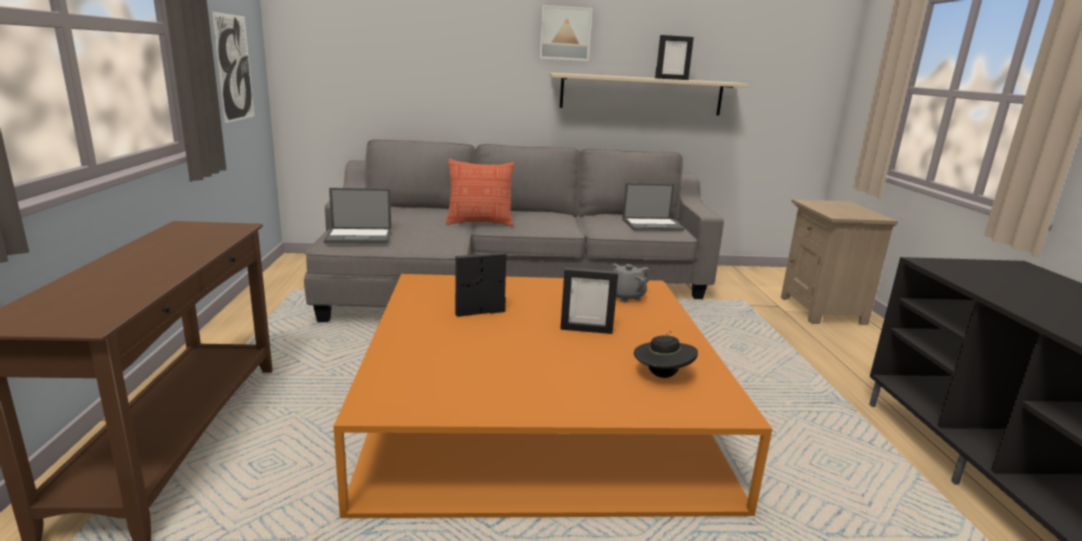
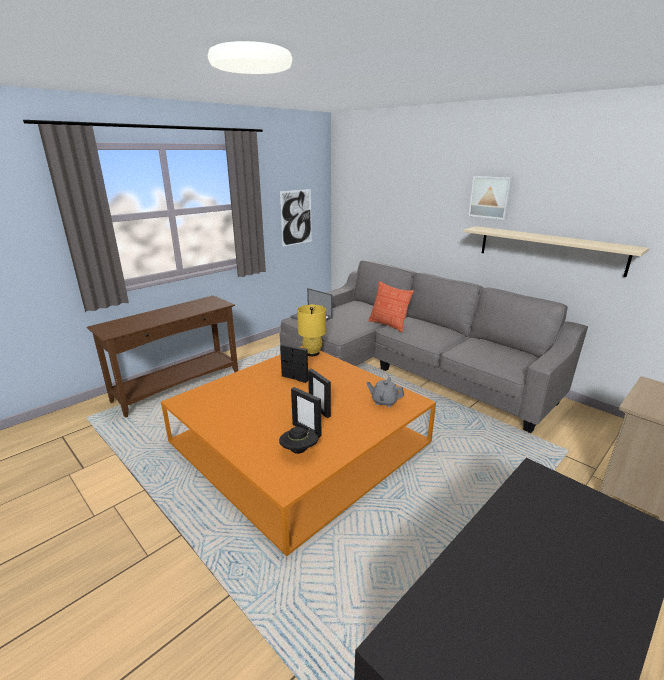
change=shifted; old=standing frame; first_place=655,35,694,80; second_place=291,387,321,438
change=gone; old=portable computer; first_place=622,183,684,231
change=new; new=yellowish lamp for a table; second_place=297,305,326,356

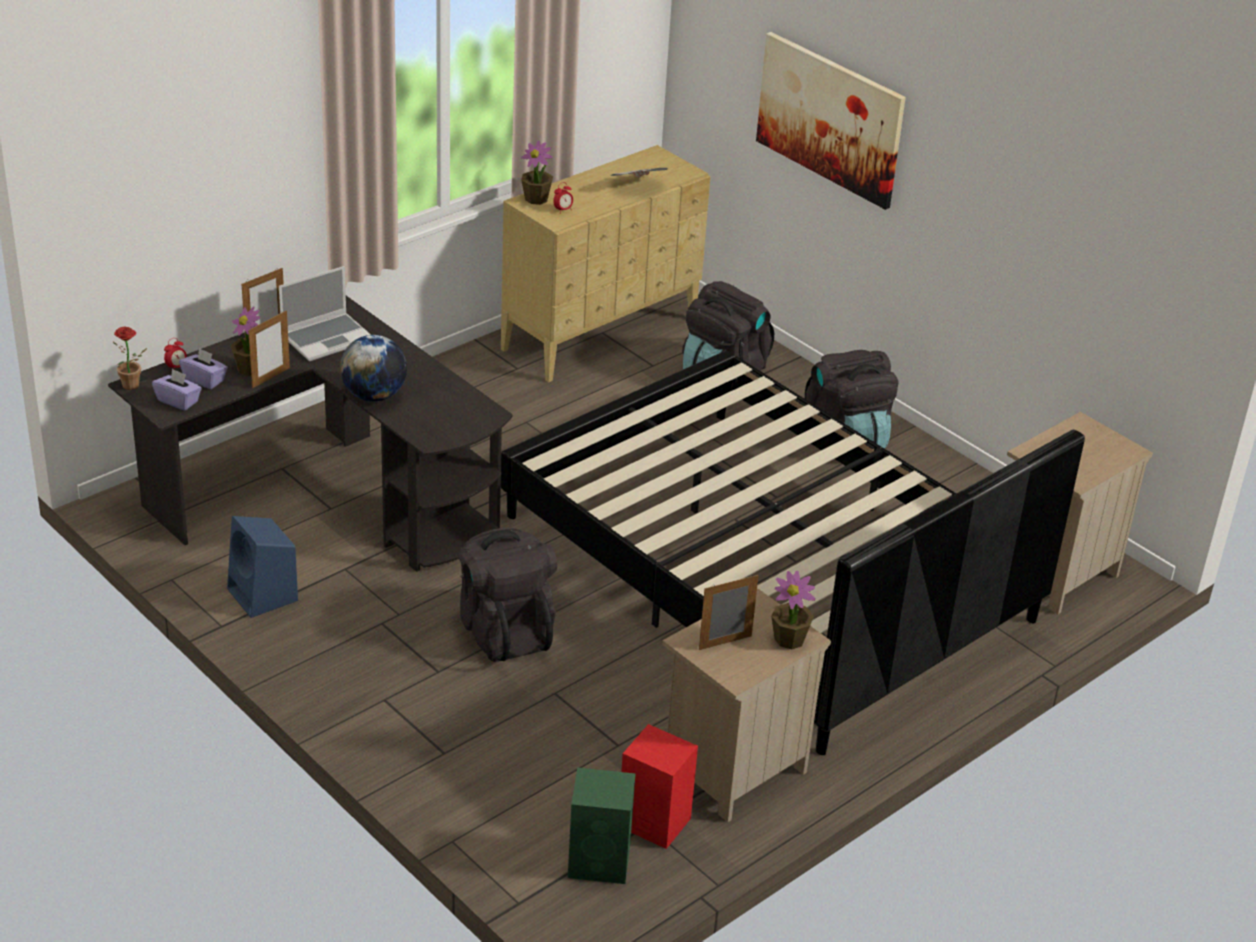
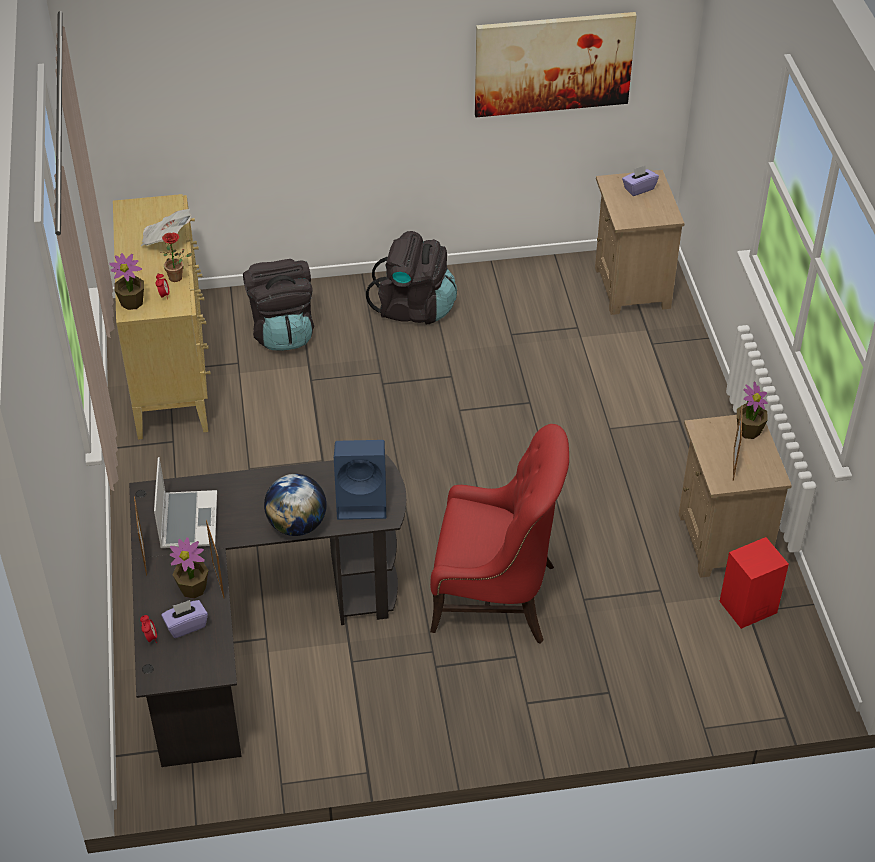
change=shifted; old=wall art; first_place=756,32,906,210; second_place=475,12,637,117
change=shifted; old=potted plant; first_place=113,327,147,390; second_place=162,233,192,282
change=gone; old=black bedroom bed; first_place=501,350,1085,755
change=shifted; old=purplish tissue holder; first_place=152,369,202,411; second_place=622,165,659,196
change=shifted; old=blue-coloured audio speaker; first_place=227,516,298,618; second_place=334,440,386,520
change=swapped; old=black rucksack; new=red-coloured upright chair; first_place=458,528,557,662; second_place=430,424,569,644
change=gone; old=green-coloured audio speaker; first_place=568,767,636,884

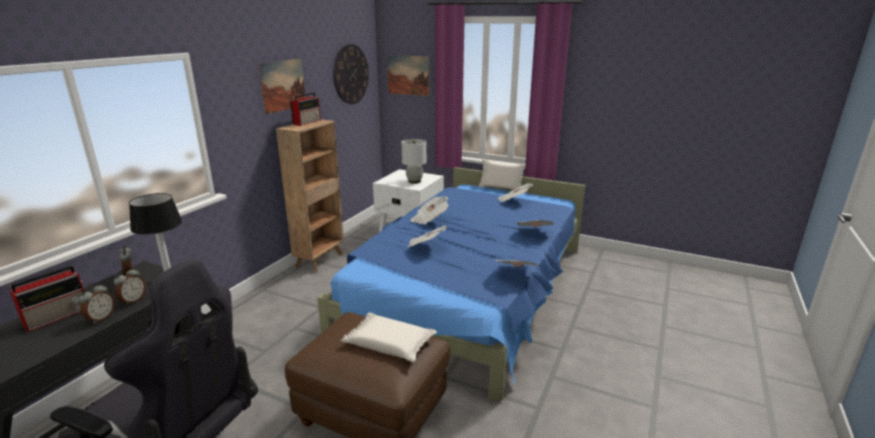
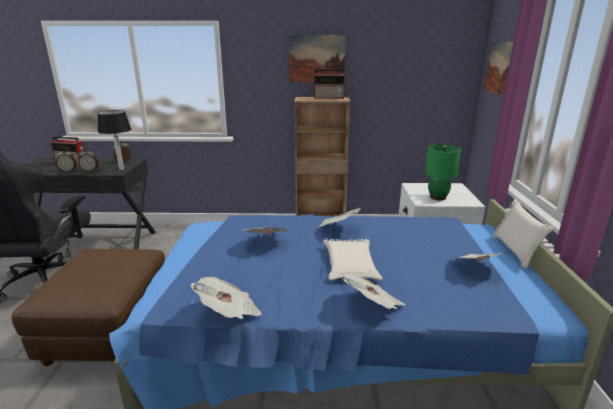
change=gone; old=wall clock; first_place=333,44,369,104
change=repainted; old=white-coloured lamp for a table; new=green-coloured lamp for a table; first_place=402,139,426,184; second_place=425,144,461,200
change=shifted; old=white-coloured throw pillow; first_place=341,312,437,362; second_place=323,238,382,280

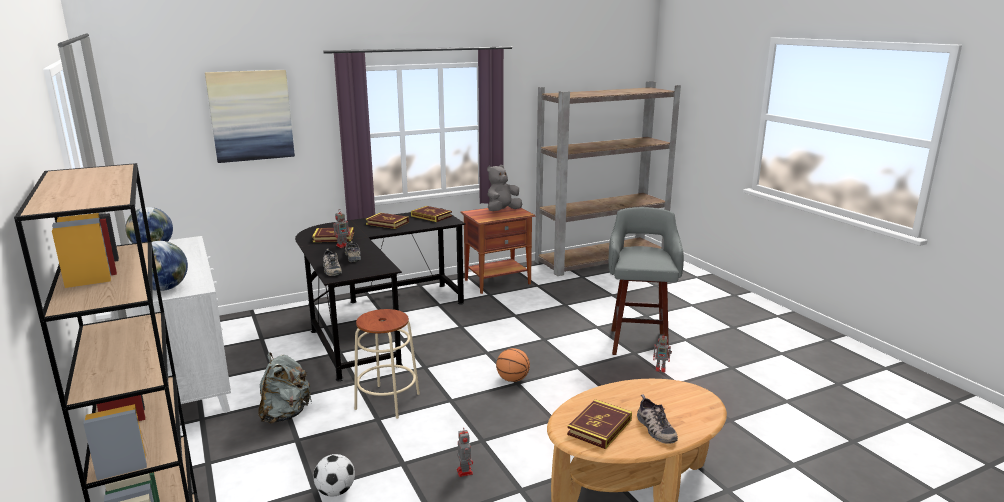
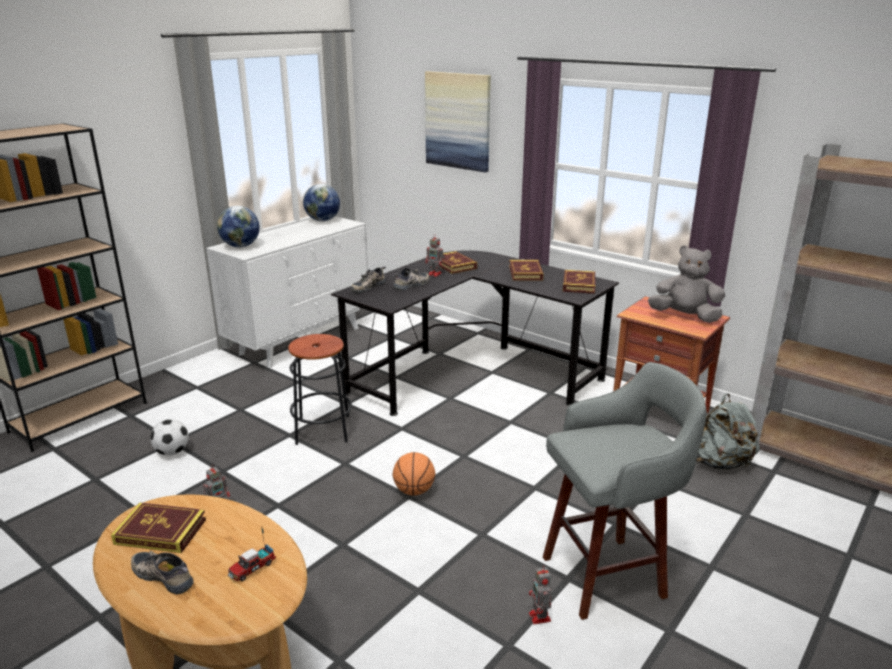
change=repainted; old=beige stool; new=black stool; first_place=354,309,420,419; second_place=288,334,352,445
change=shifted; old=greyish rucksack; first_place=259,352,312,424; second_place=696,393,760,470
change=rotated; old=shoe; first_place=637,394,678,444; second_place=131,551,194,594; degrees=75
change=new; new=toy truck; second_place=228,528,276,581

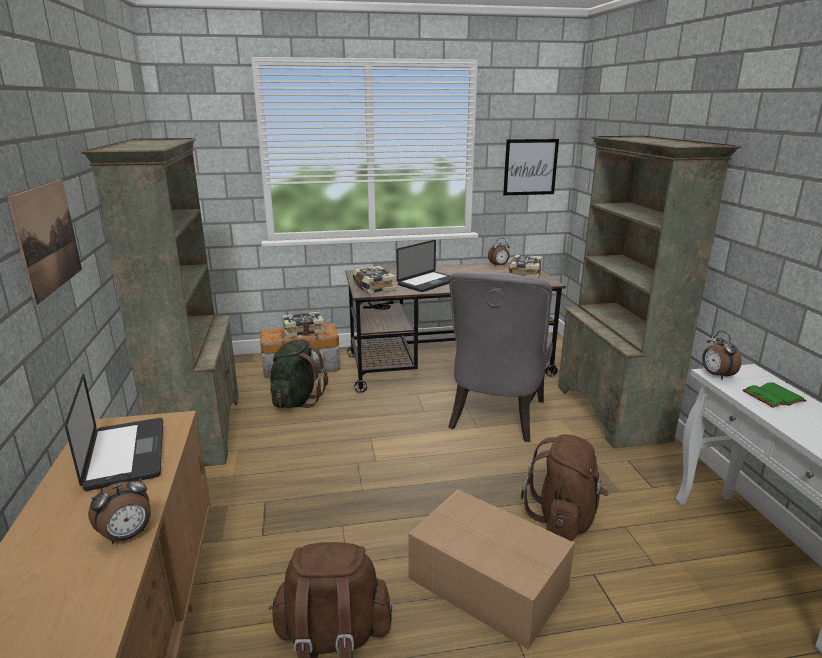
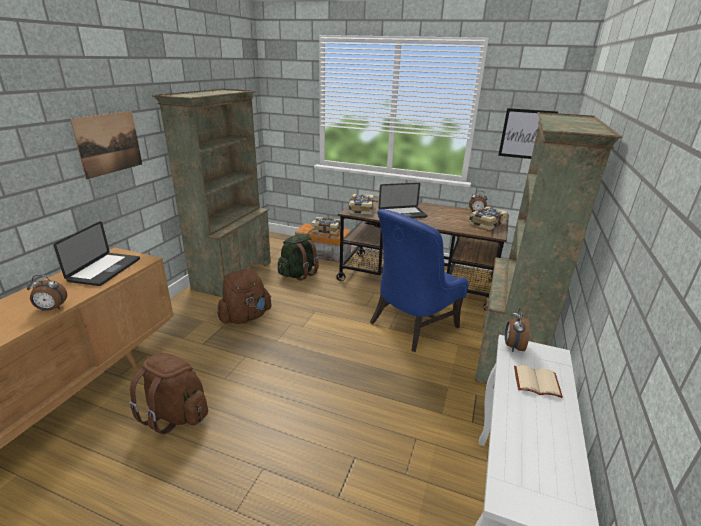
change=repainted; old=greyish upright chair; new=blue-coloured upright chair; first_place=448,271,553,442; second_place=370,209,468,352
change=repainted; old=green-coloured book; new=beige book; first_place=743,382,807,408; second_place=514,365,563,398
change=shifted; old=brown rucksack; first_place=521,434,609,541; second_place=218,269,271,324
change=gone; old=carton; first_place=408,489,575,649

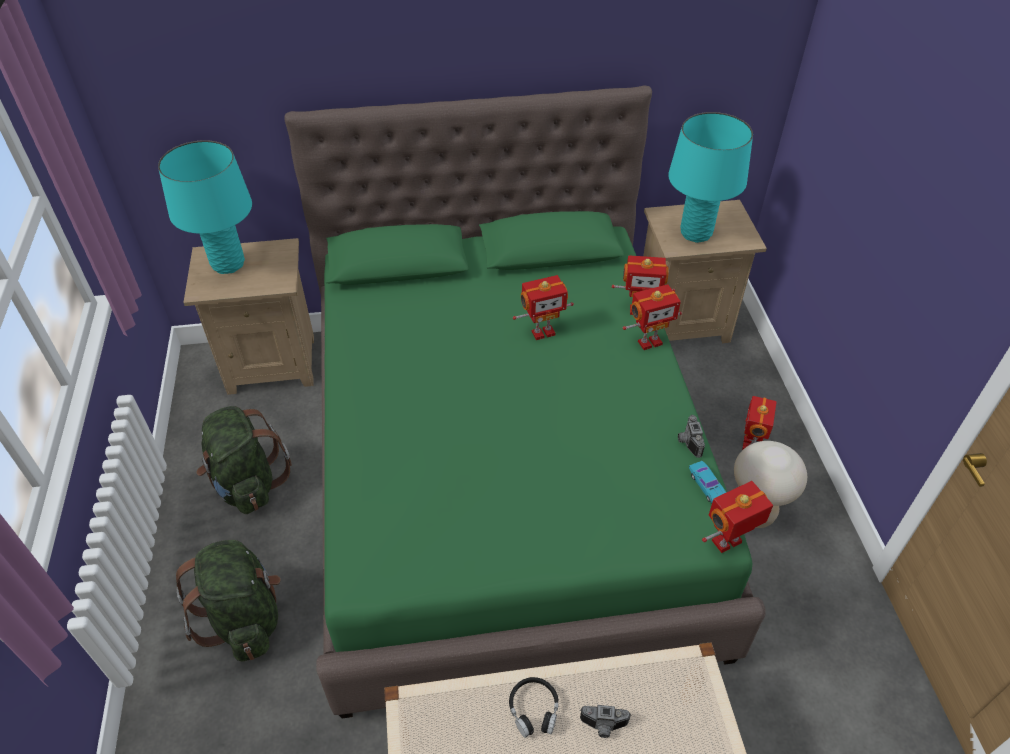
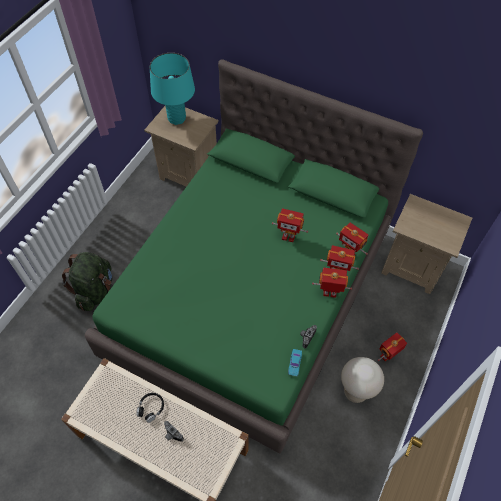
change=gone; old=turquoise lamp for a table; first_place=668,112,753,243
change=gone; old=green-coloured rucksack; first_place=197,406,292,514
change=shifted; old=robot figure; first_place=702,481,773,553; second_place=312,268,352,298

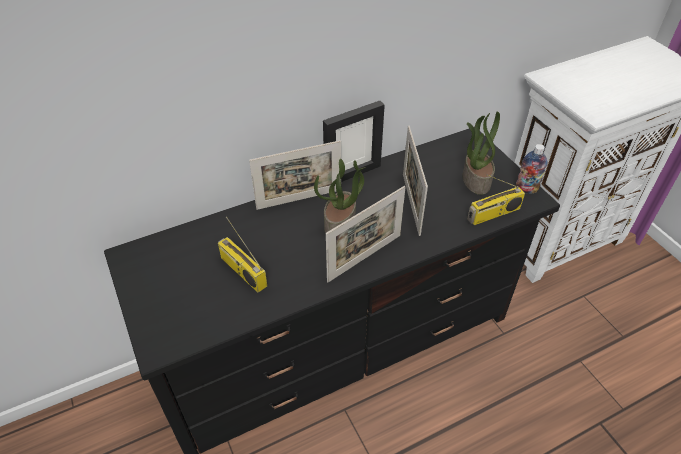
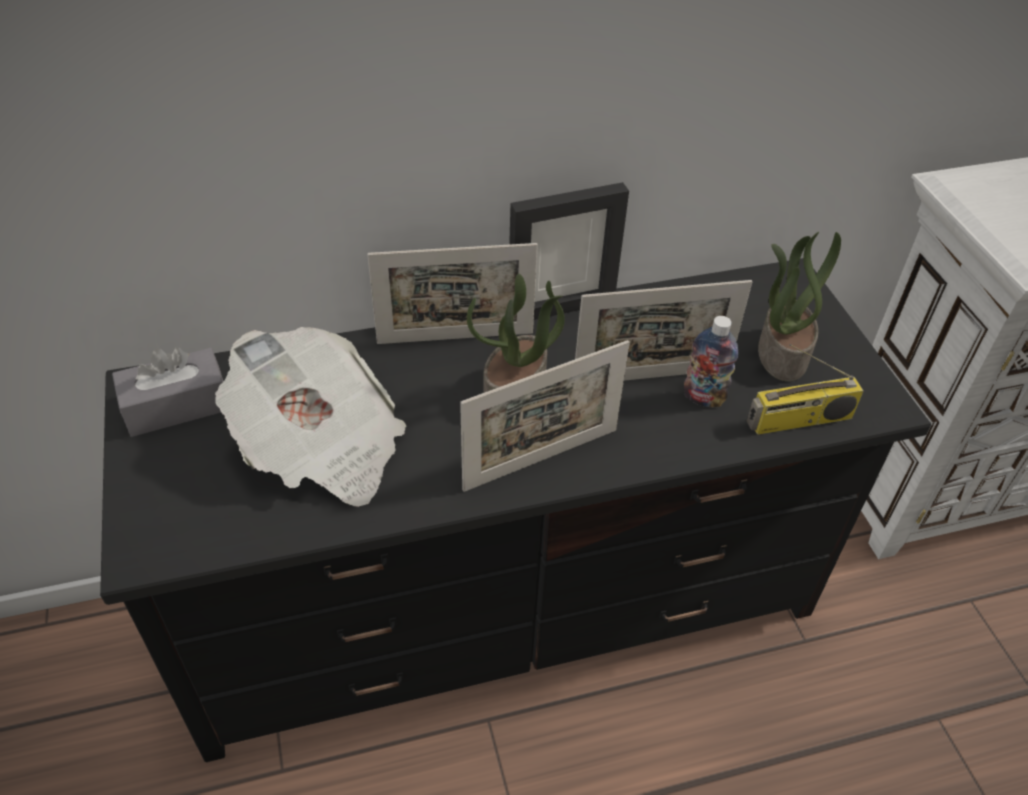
change=rotated; old=standing frame; first_place=403,126,428,236; second_place=575,280,752,381; degrees=-105
change=shifted; old=bottle; first_place=516,144,548,194; second_place=684,316,739,407
change=swapped; old=radio; new=newspaper; first_place=218,217,267,293; second_place=215,327,407,507
change=new; new=greyish tissue holder; second_place=112,347,224,437

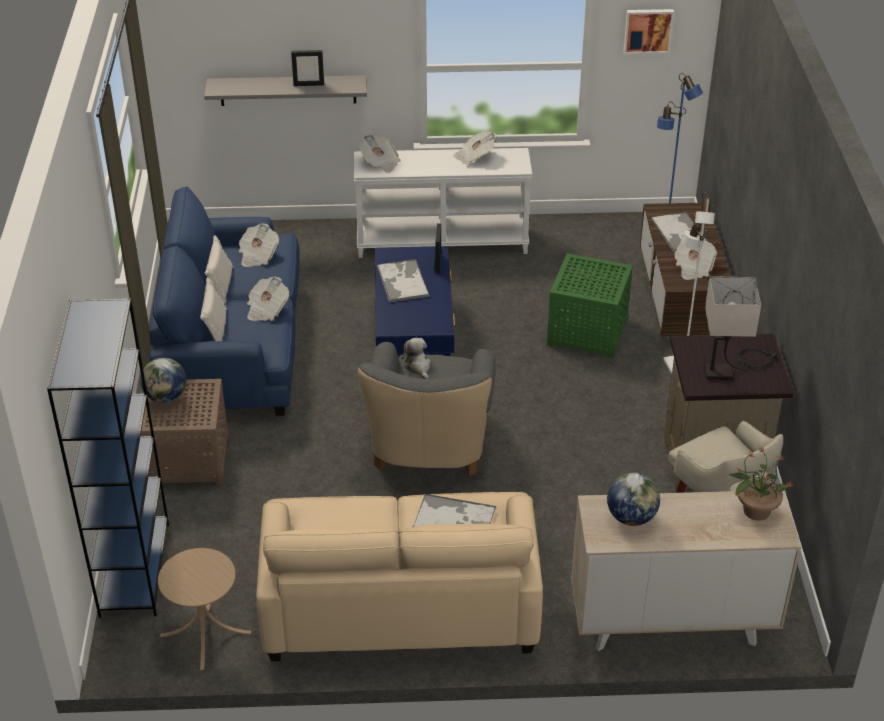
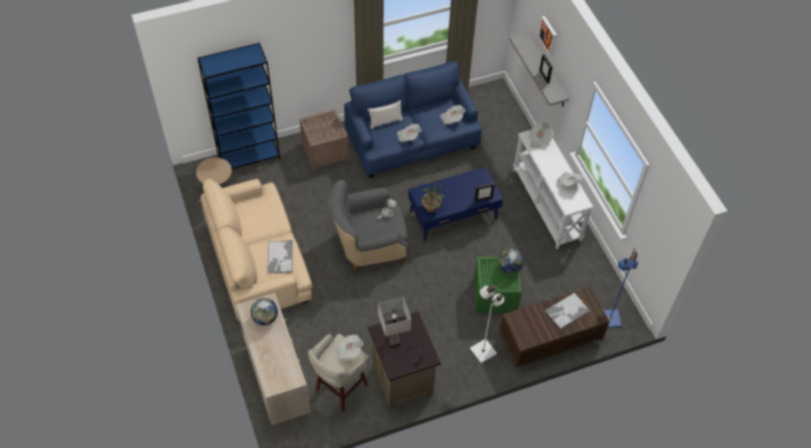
change=shifted; old=wall art; first_place=623,9,674,54; second_place=538,16,557,56
change=gone; old=white-coloured throw pillow; first_place=205,235,233,304
change=shifted; old=newspaper; first_place=674,239,717,280; second_place=334,335,363,361
change=gone; old=serving tray; first_place=377,259,430,302
change=shifted; old=desk globe; first_place=140,358,187,403; second_place=498,249,524,274
change=shifted; old=potted plant; first_place=729,446,793,521; second_place=421,182,445,212

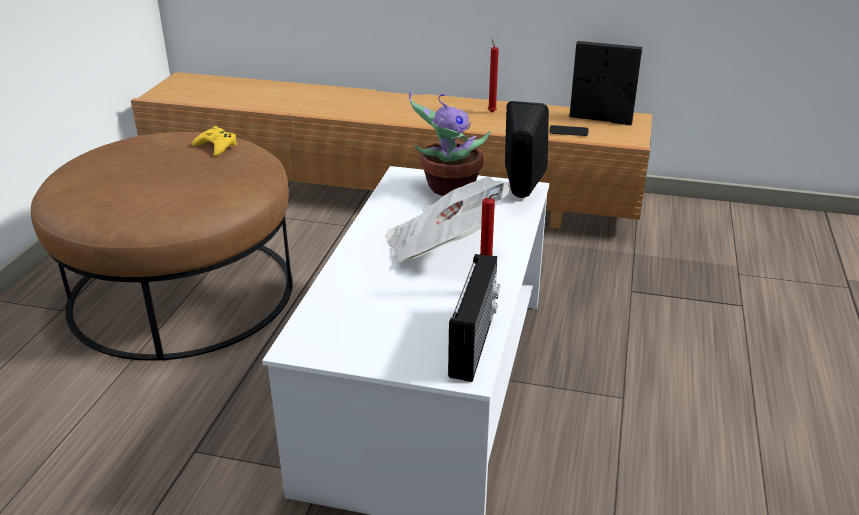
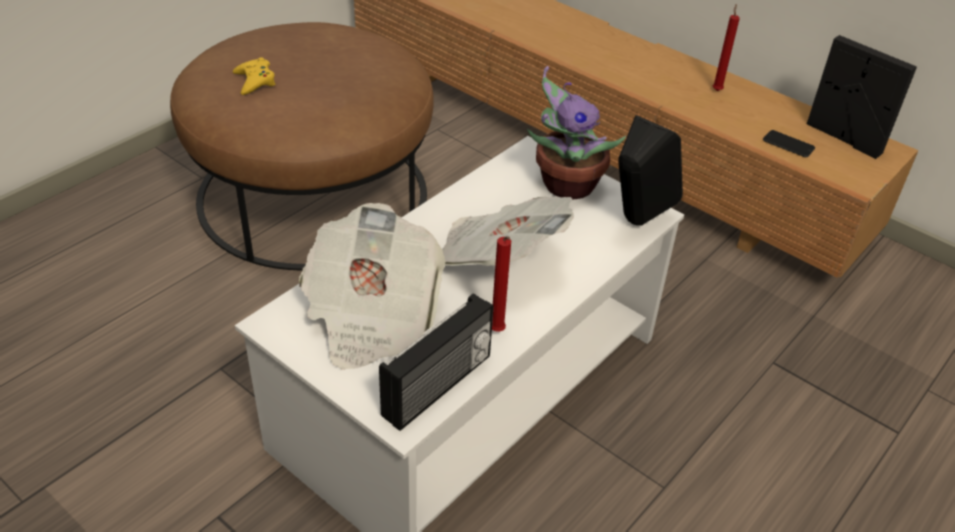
change=shifted; old=yellowish gamepad; first_place=192,126,237,156; second_place=233,57,276,95
change=new; new=newspaper; second_place=299,203,446,370

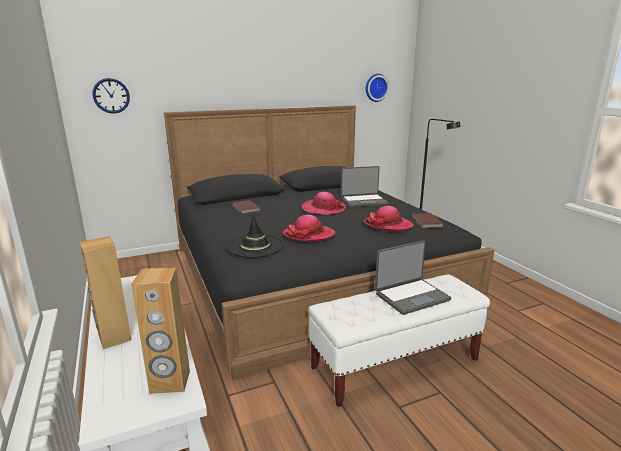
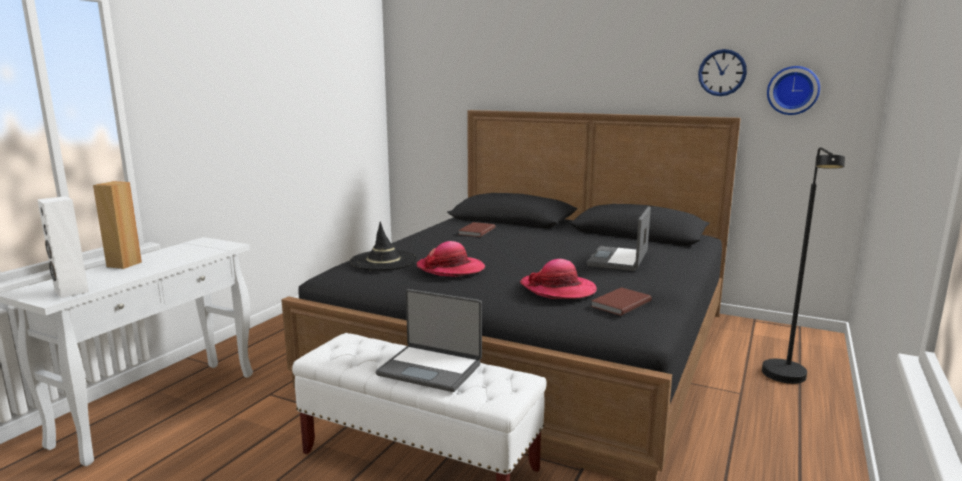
change=shifted; old=wall clock; first_place=93,78,130,114; second_place=698,49,747,96
change=rotated; old=portable computer; first_place=341,166,389,207; second_place=587,206,651,271; degrees=75
change=gone; old=clothing hat; first_place=301,192,346,215
change=repainted; old=brown audio speaker; new=white-coloured audio speaker; first_place=131,268,190,394; second_place=37,196,89,298

